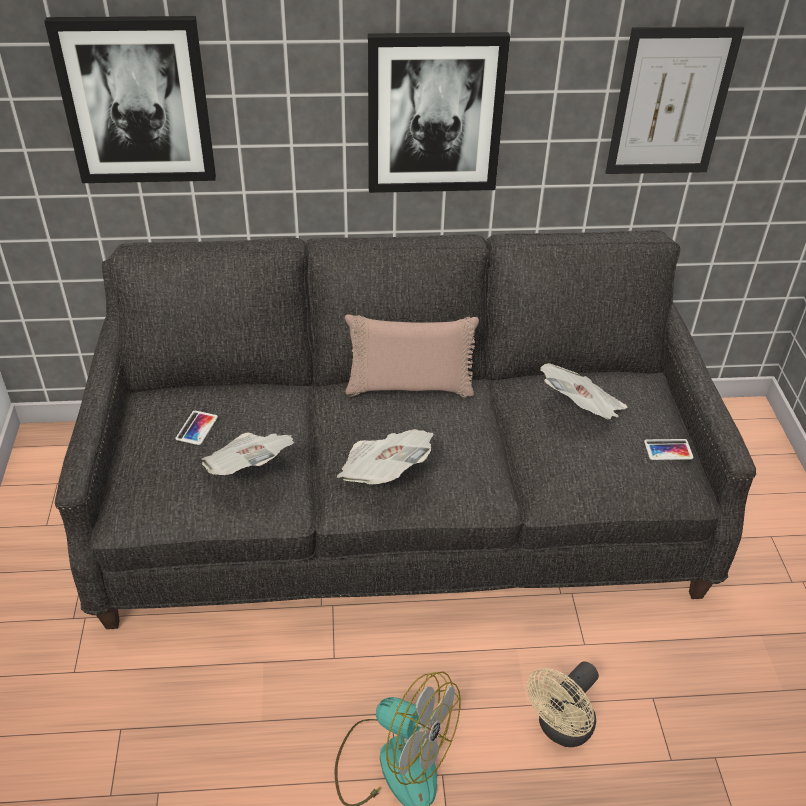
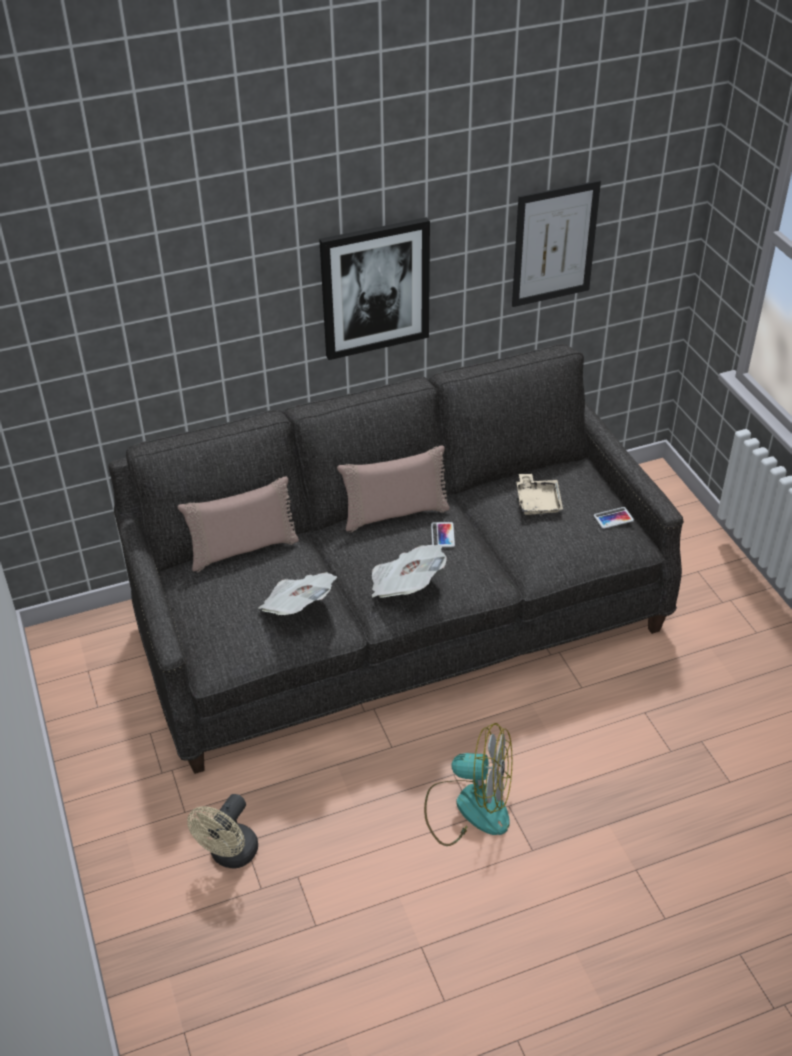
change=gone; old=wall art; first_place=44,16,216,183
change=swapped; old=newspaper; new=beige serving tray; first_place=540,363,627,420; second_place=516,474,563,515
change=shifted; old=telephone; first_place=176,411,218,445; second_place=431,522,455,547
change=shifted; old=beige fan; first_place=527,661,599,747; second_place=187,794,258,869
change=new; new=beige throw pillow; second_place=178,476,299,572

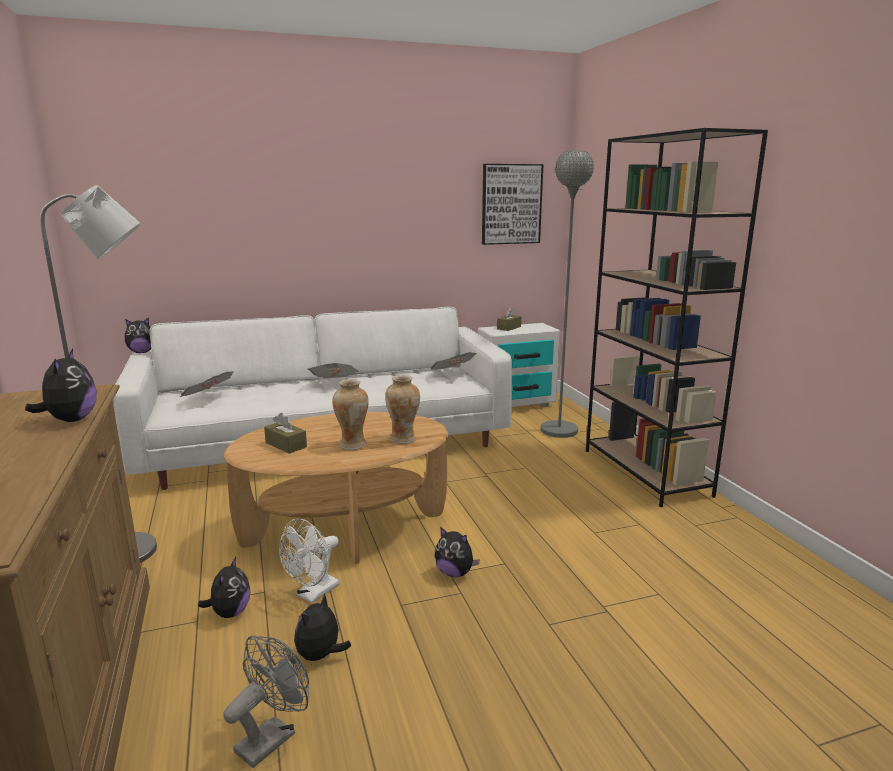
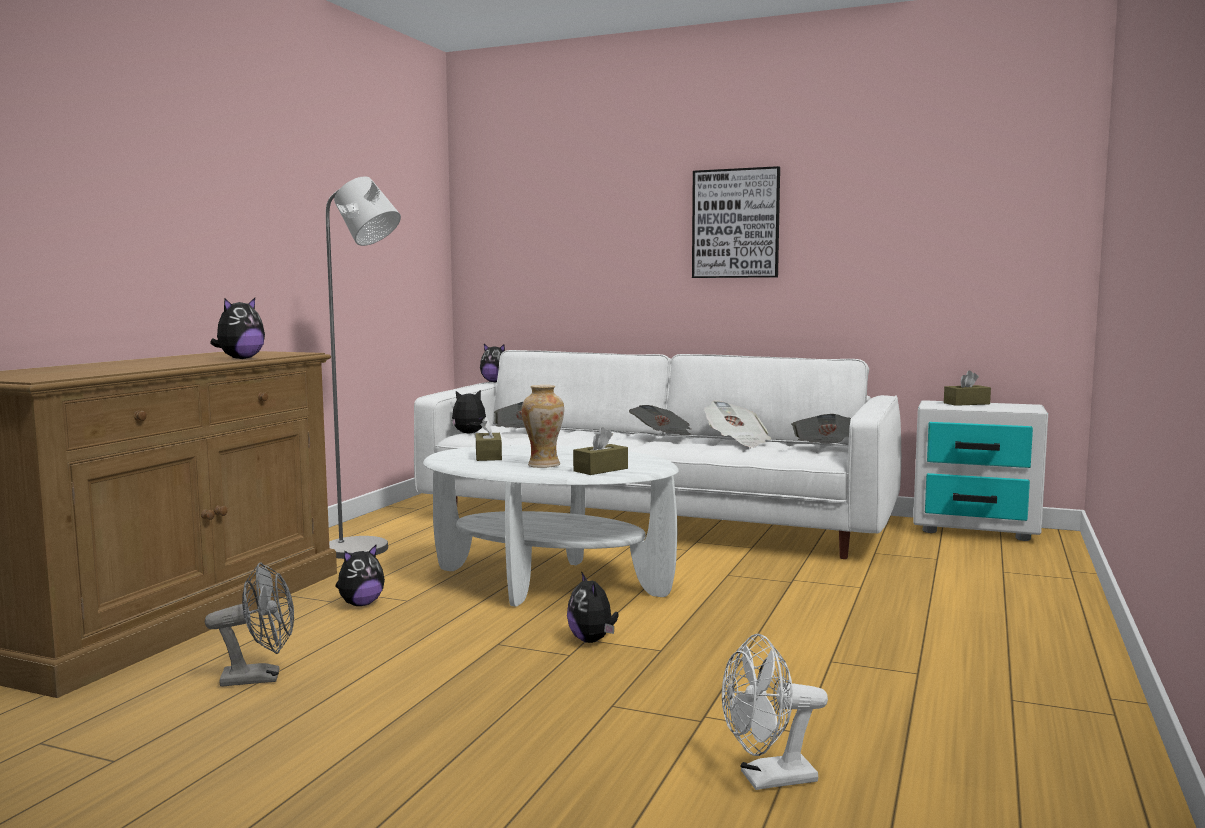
change=gone; old=beige bookcase; first_place=586,128,768,507
change=gone; old=greyish floor lamp; first_place=541,151,594,438
change=shifted; old=wall art; first_place=482,164,544,245; second_place=692,166,780,278
change=swapped; old=decorative vase; new=brown tissue holder; first_place=385,375,420,444; second_place=573,427,628,475
change=repainted; old=brown lounge table; new=white-coloured lounge table; first_place=224,412,448,564; second_place=423,445,679,607
change=shifted; old=white-coloured fan; first_place=279,519,340,603; second_place=722,634,828,790
change=shifted; old=cuddly toy; first_place=294,593,351,665; second_place=452,389,486,434
change=new; new=newspaper; second_place=704,401,771,447

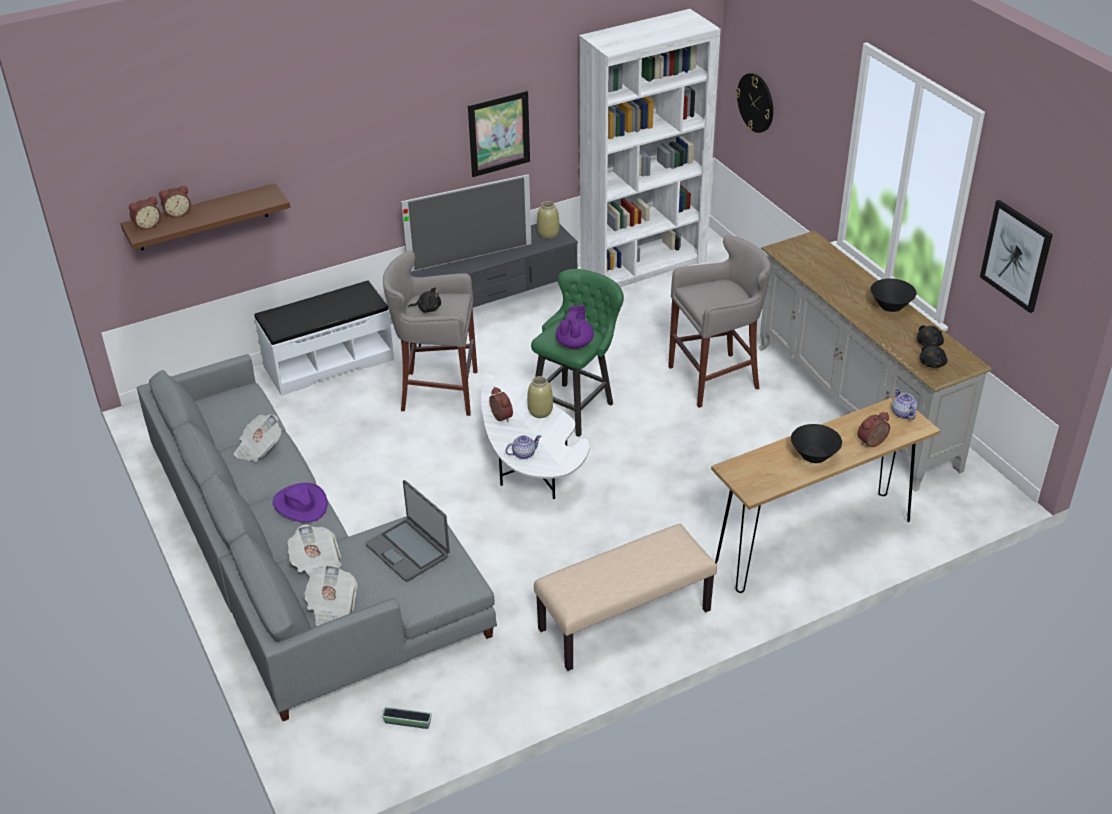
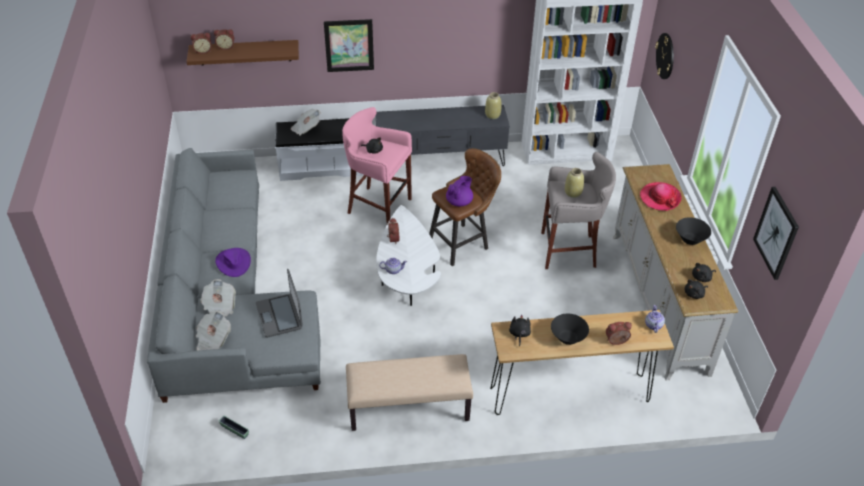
change=shifted; old=wall art; first_place=468,90,530,177; second_place=324,19,374,72
change=gone; old=television; first_place=401,174,531,272
change=repainted; old=greyish stool; new=pink stool; first_place=383,250,477,416; second_place=342,107,412,224
change=repainted; old=green-coloured stool; new=brown stool; first_place=531,269,624,437; second_place=429,148,501,266
change=shifted; old=beige decorative vase; first_place=527,376,553,418; second_place=565,168,584,198
change=shifted; old=newspaper; first_place=234,414,281,462; second_place=291,108,321,136
change=new; new=clothing hat; second_place=640,182,682,211
change=new; new=black cuddly toy; second_place=509,315,531,346

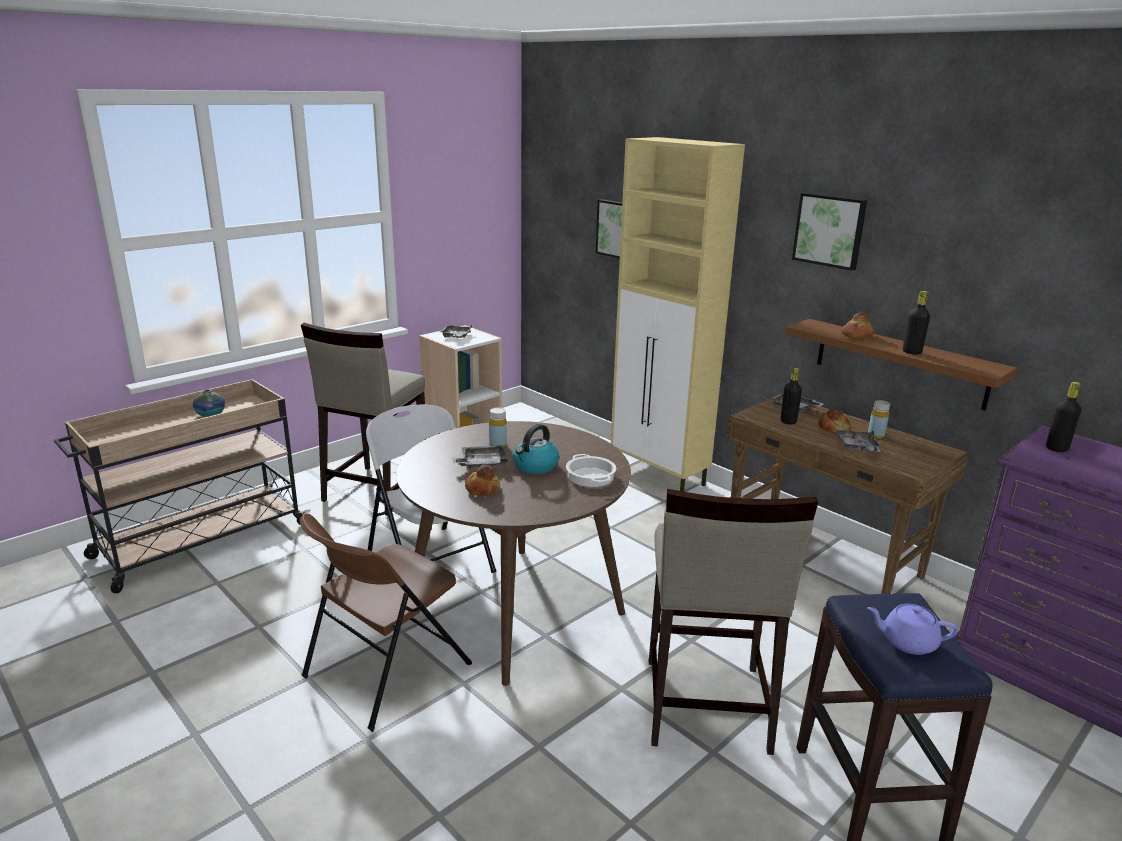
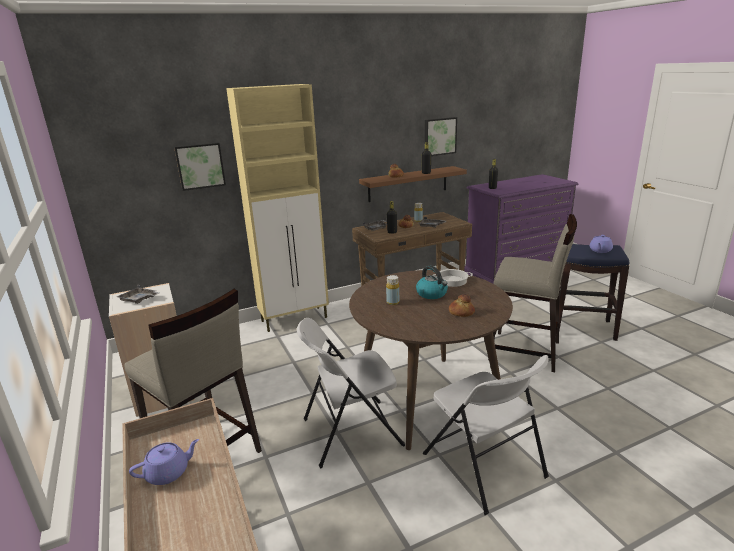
change=shifted; old=wall art; first_place=792,193,867,271; second_place=425,117,457,156
change=swapped; old=decorative vase; new=purplish tea pot; first_place=193,389,225,417; second_place=129,439,199,485
change=gone; old=greyish serving tray; first_place=452,445,508,469
change=repainted; old=brown upright chair; new=white-coloured upright chair; first_place=300,513,472,732; second_place=423,355,549,515

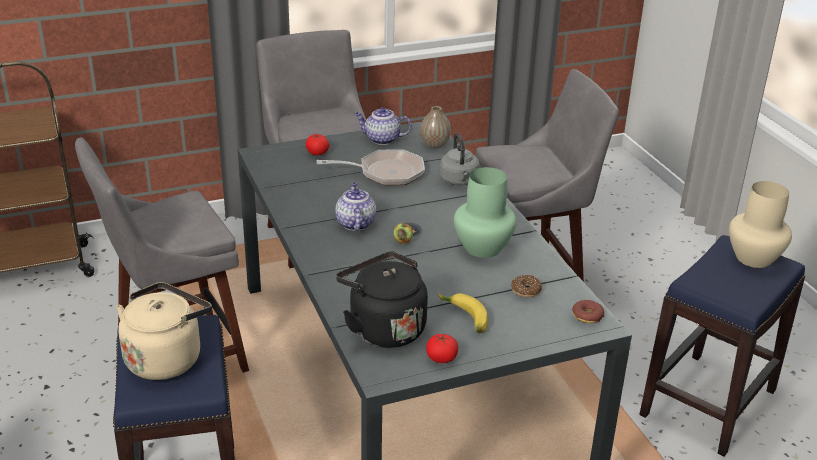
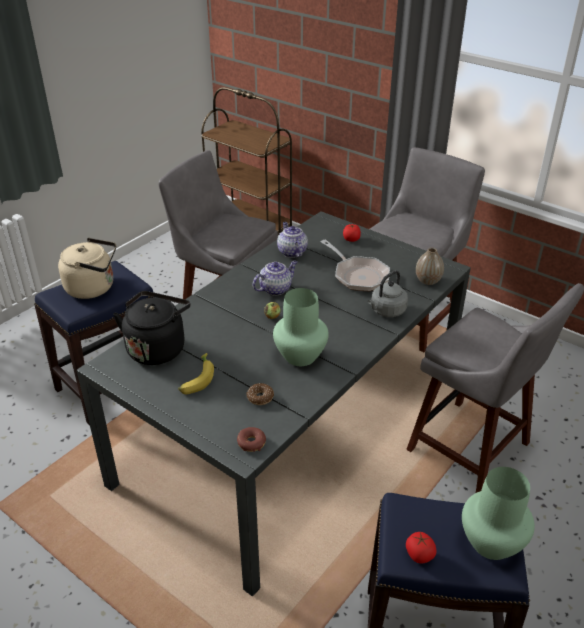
change=shifted; old=tea pot; first_place=355,108,412,145; second_place=277,222,308,258
change=repainted; old=beige decorative vase; new=green-coloured decorative vase; first_place=729,181,792,268; second_place=462,467,535,560
change=shifted; old=fresh tomato; first_place=426,334,458,363; second_place=406,532,437,564

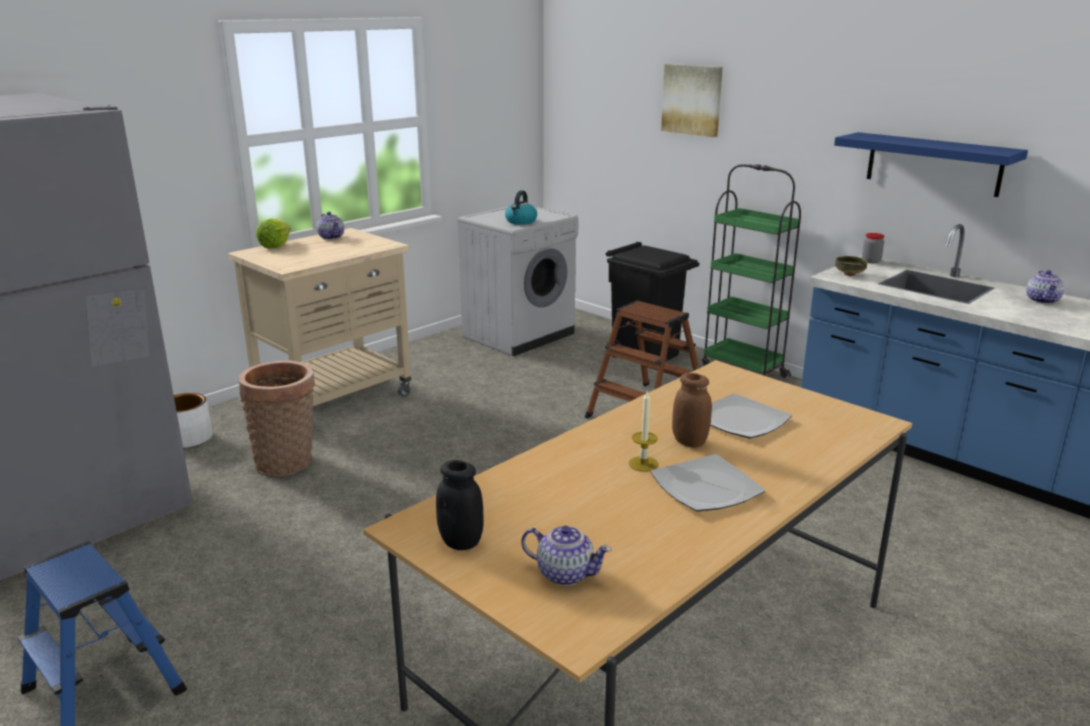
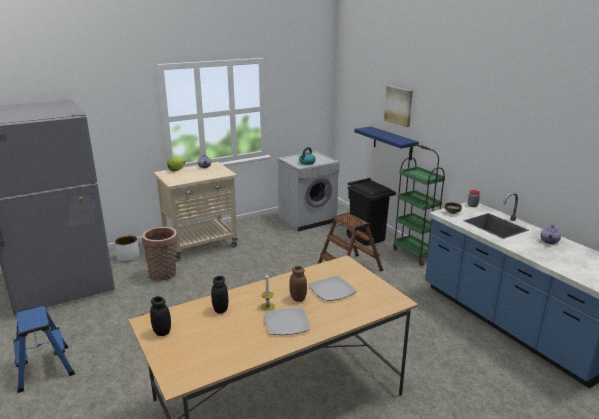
change=shifted; old=blue-coloured wall shelf; first_place=834,132,1028,197; second_place=354,126,419,160
change=gone; old=tea pot; first_place=521,526,612,586
change=new; new=black jar; second_place=211,276,228,314

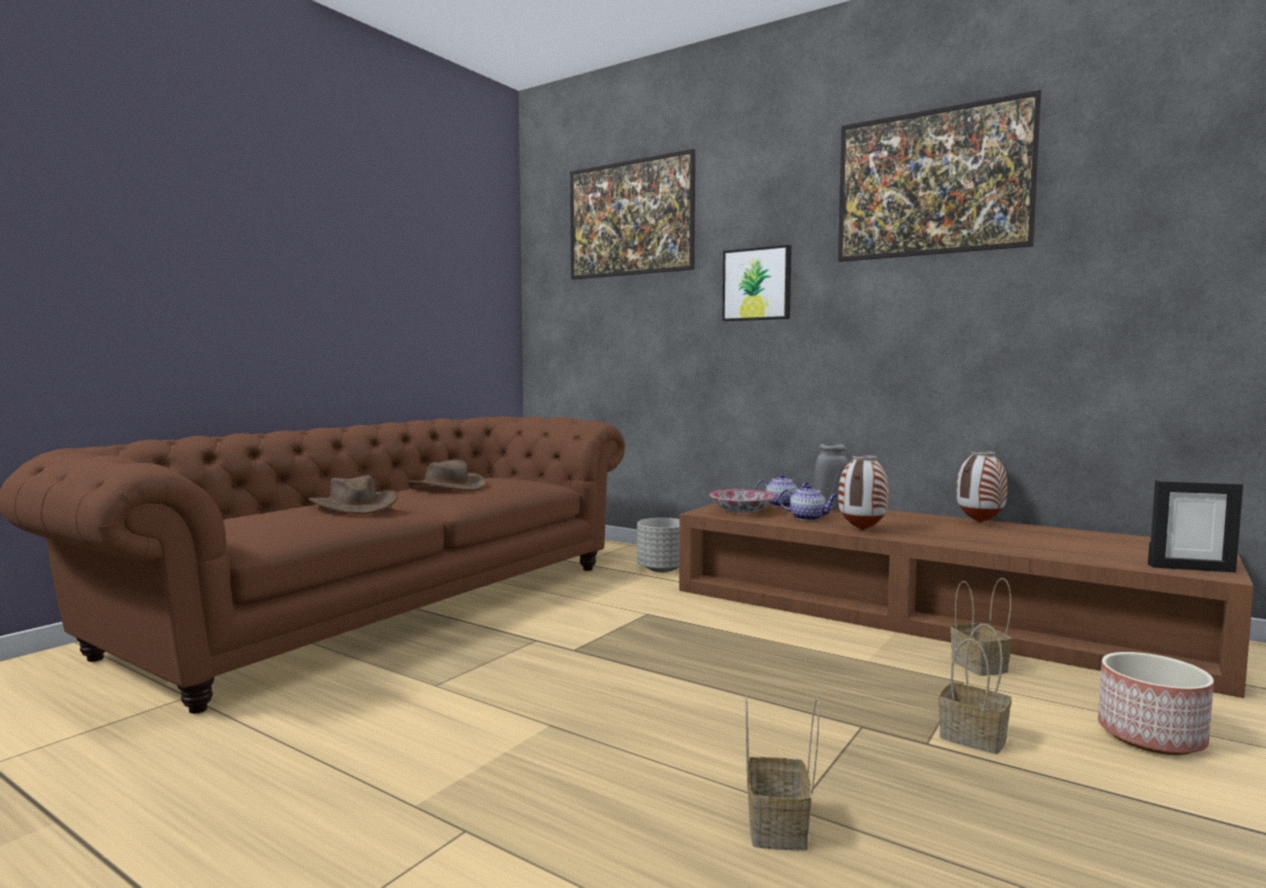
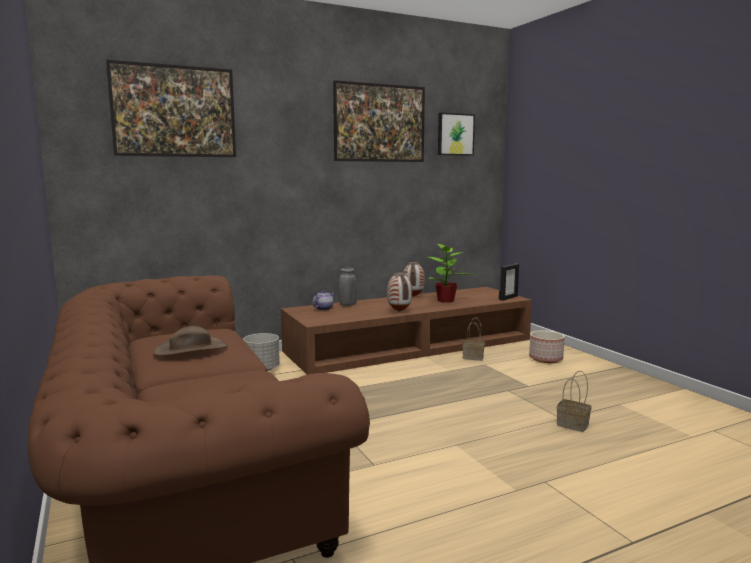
change=shifted; old=wall art; first_place=722,245,791,321; second_place=438,113,475,156
change=gone; old=brown clothing hat; first_place=308,475,398,514
change=gone; old=tea pot; first_place=779,484,838,521
change=gone; old=bowl; first_place=709,490,775,513
change=gone; old=basket; first_place=938,624,1012,754
change=new; new=potted plant; second_place=428,244,473,303

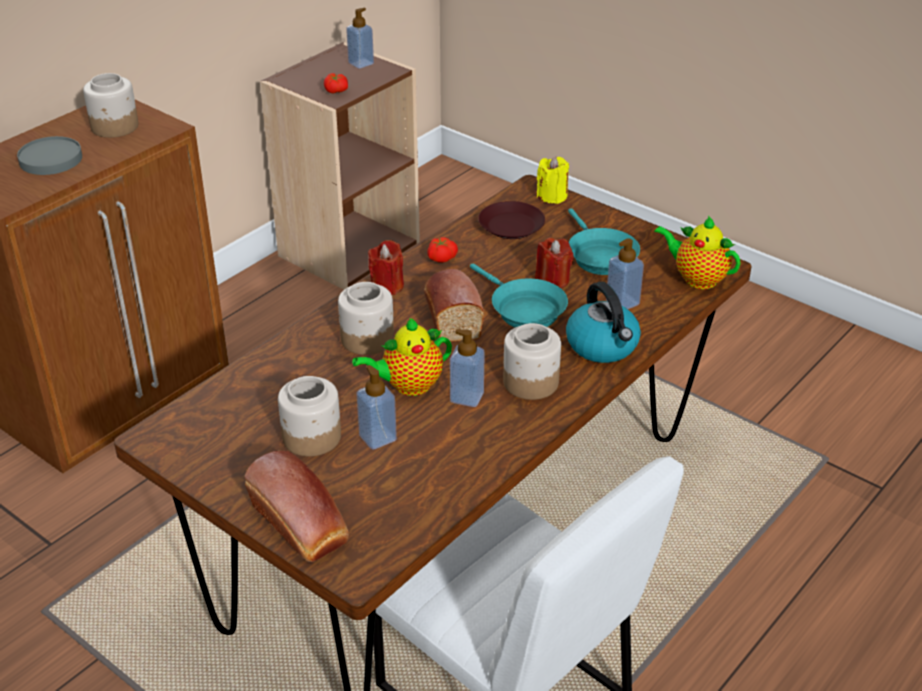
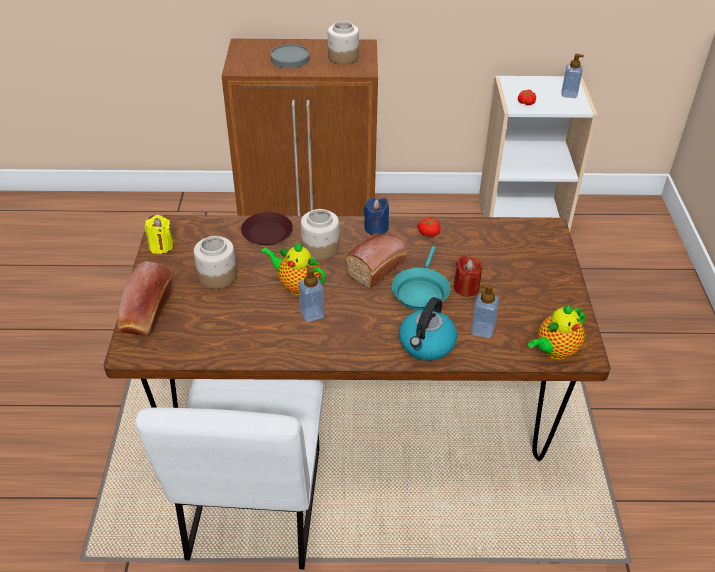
change=repainted; old=brown bookcase; new=white-coloured bookcase; first_place=260,42,420,290; second_place=479,76,598,232
change=shifted; old=yellowish wax light; first_place=536,157,569,204; second_place=144,215,174,254
change=shifted; old=brown flat dish; first_place=478,201,545,239; second_place=241,212,293,245
change=gone; old=turquoise pan; first_place=568,208,640,275
change=rotated; old=tea pot; first_place=654,216,741,289; second_place=528,305,586,360; degrees=-120
change=repainted; old=red-coloured wax light; new=blue-coloured wax light; first_place=368,240,404,295; second_place=363,198,389,236
change=gone; old=jar; first_place=503,323,561,400
change=gone; old=soap dispenser; first_place=356,365,397,450

